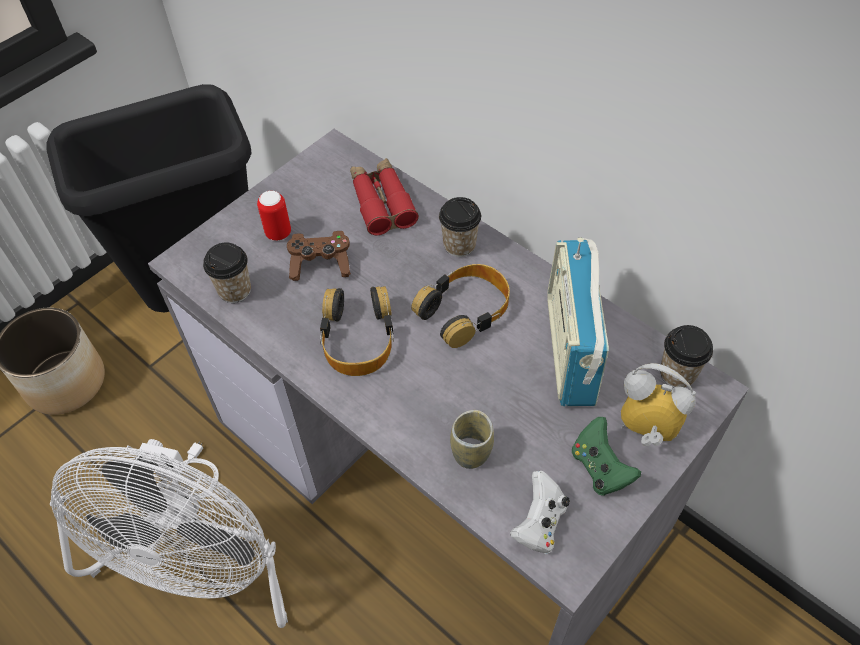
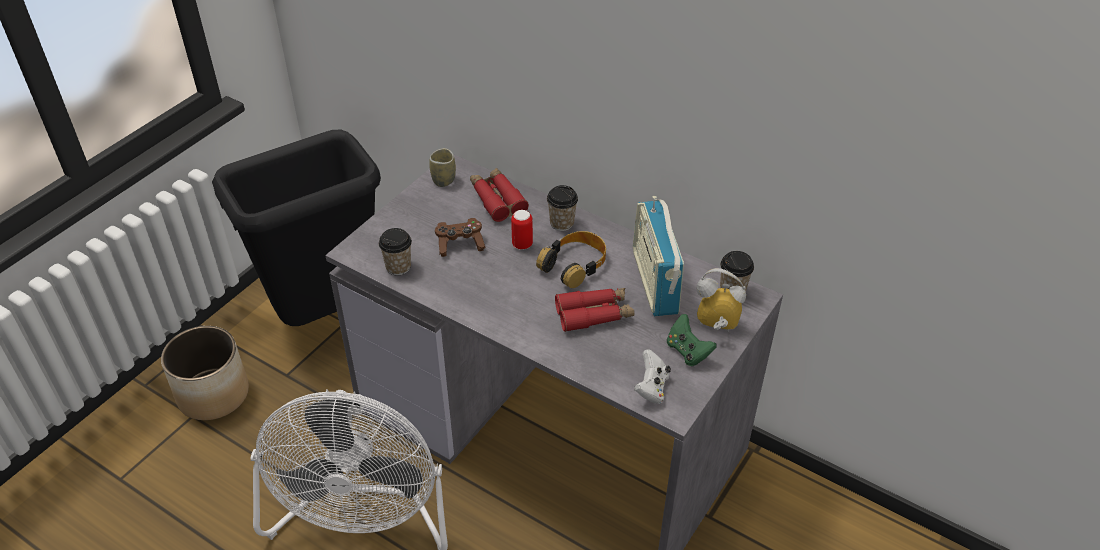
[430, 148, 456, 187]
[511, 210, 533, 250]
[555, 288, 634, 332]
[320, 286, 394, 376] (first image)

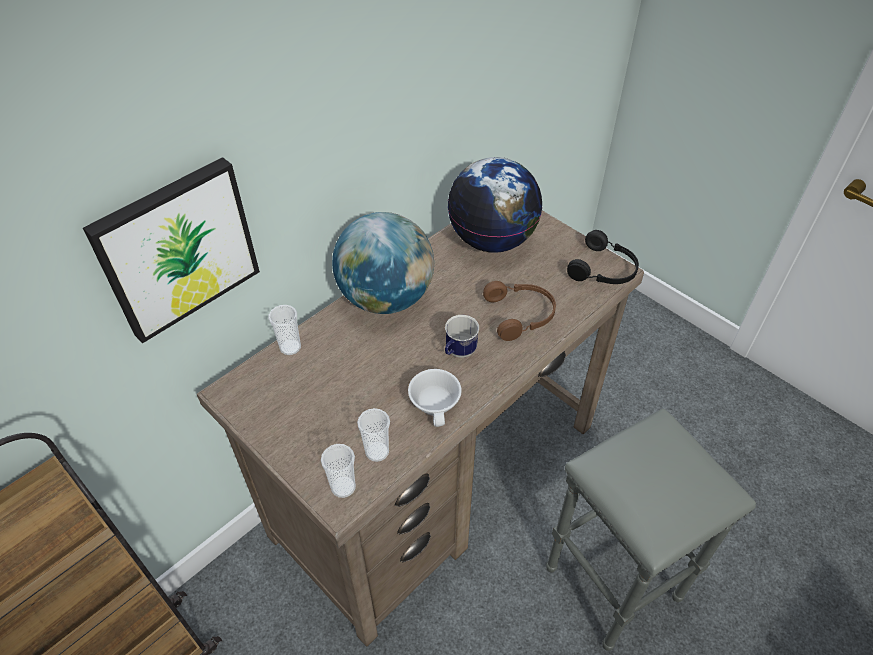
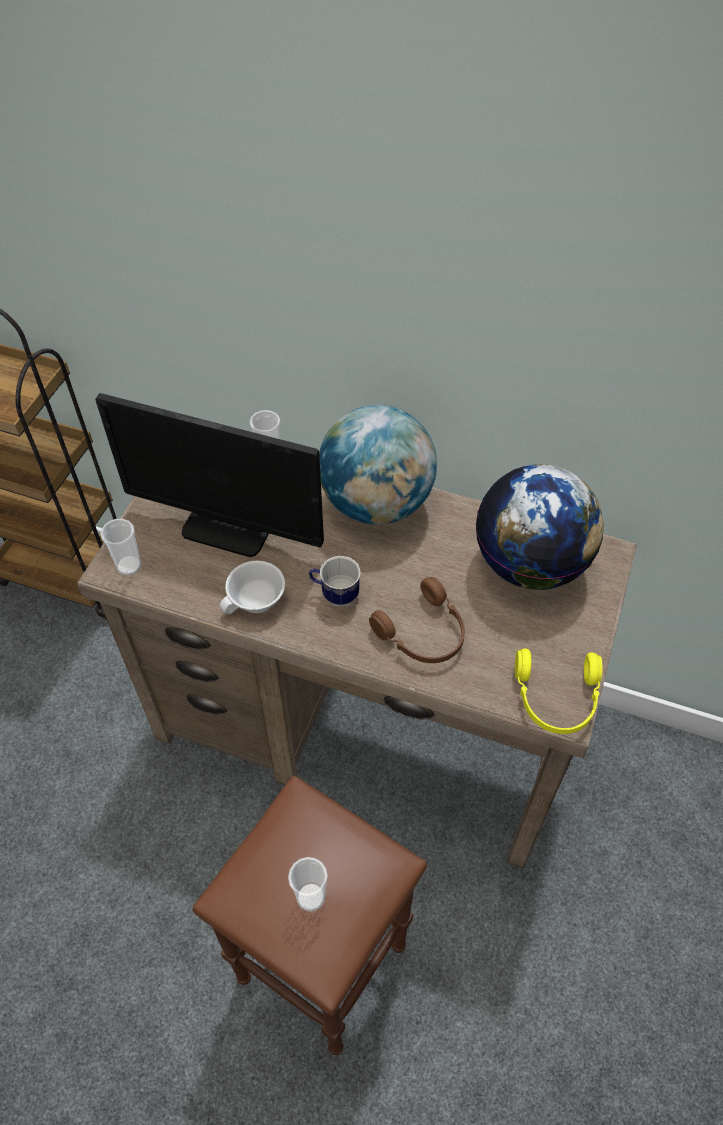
[95, 393, 324, 557]
[193, 776, 427, 1055]
[288, 857, 328, 912]
[515, 648, 602, 734]
[83, 157, 260, 343] (first image)

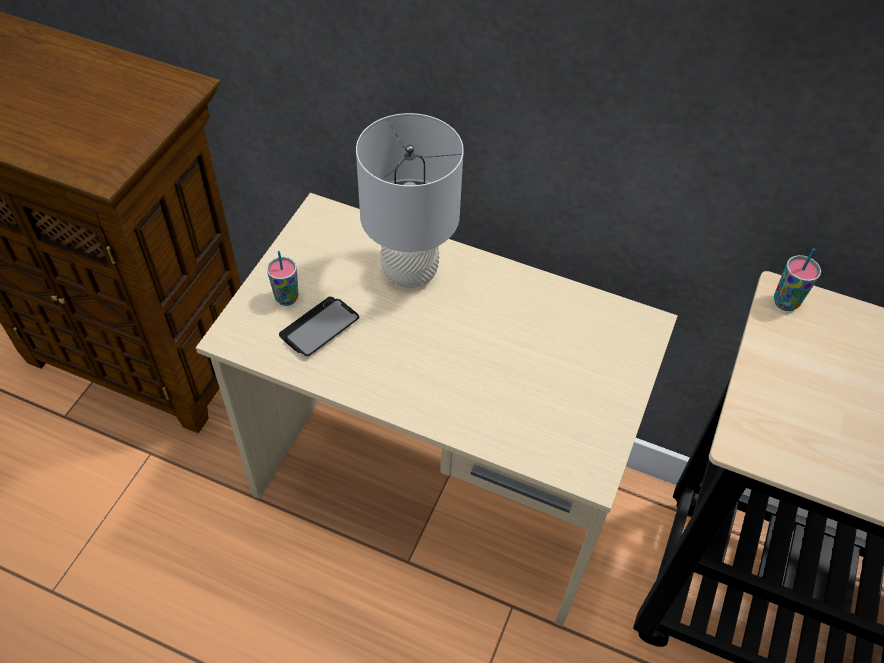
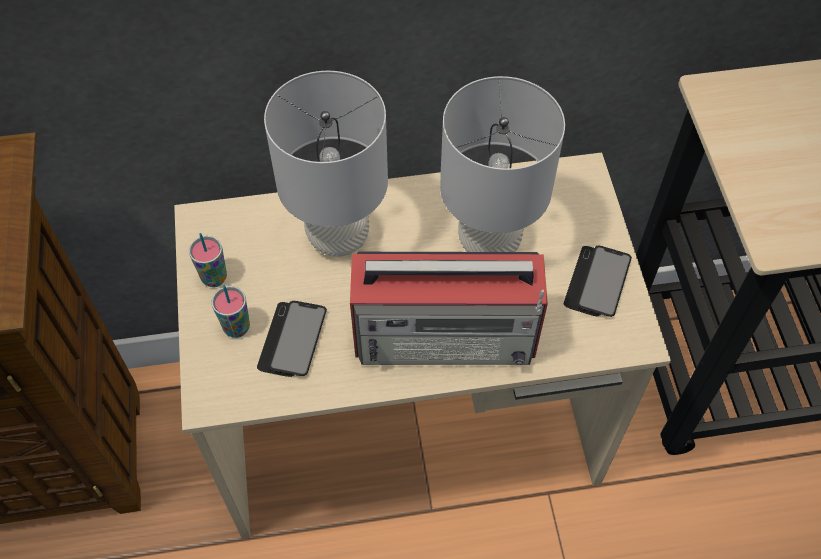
[189, 233, 227, 287]
[350, 252, 548, 365]
[440, 76, 565, 252]
[563, 246, 632, 317]

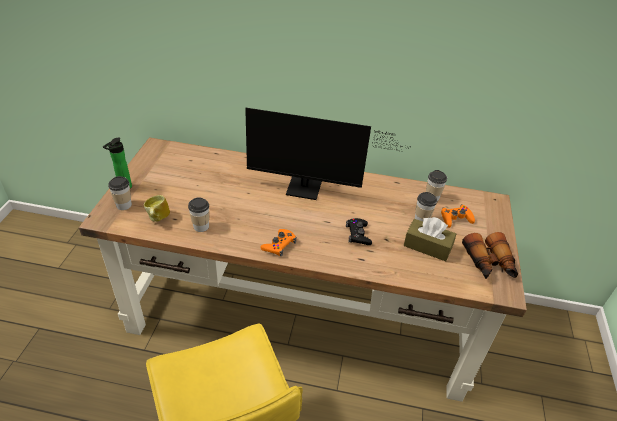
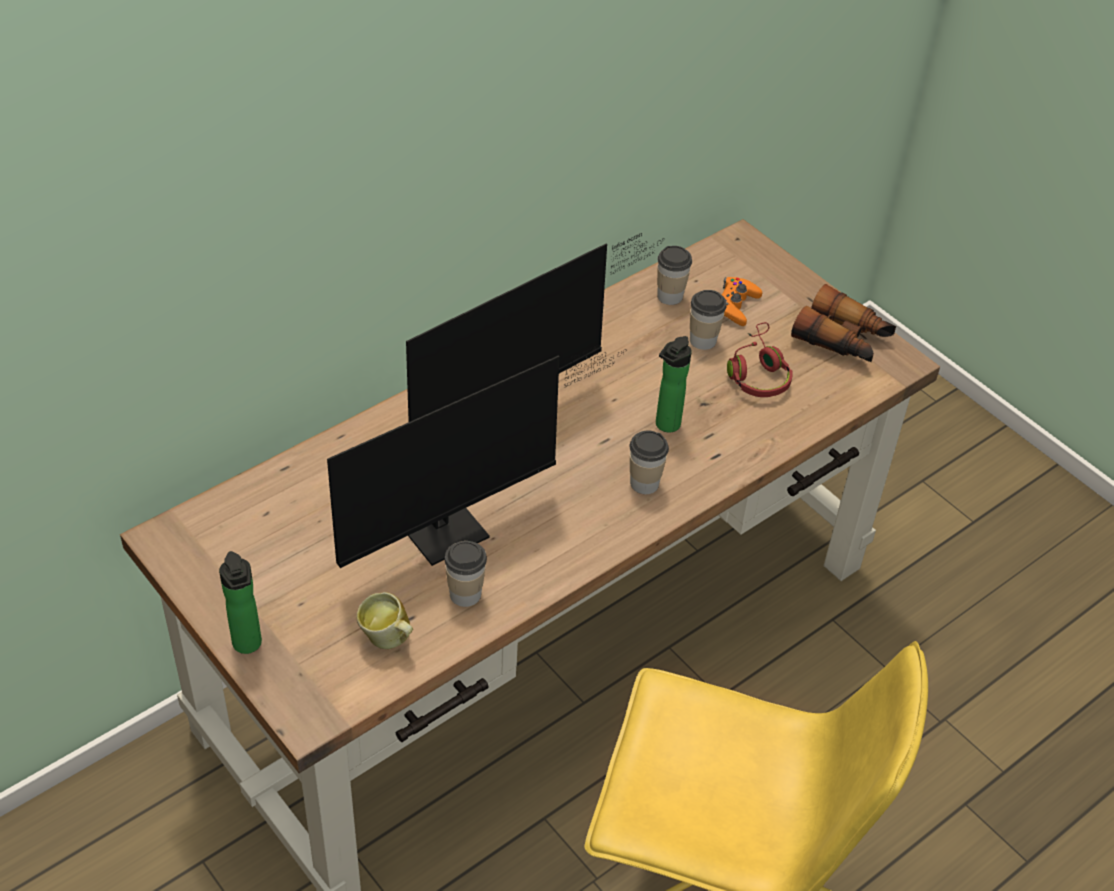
[327, 345, 626, 568]
[630, 430, 669, 494]
[656, 336, 692, 433]
[727, 322, 793, 397]
[261, 229, 297, 257] (first image)

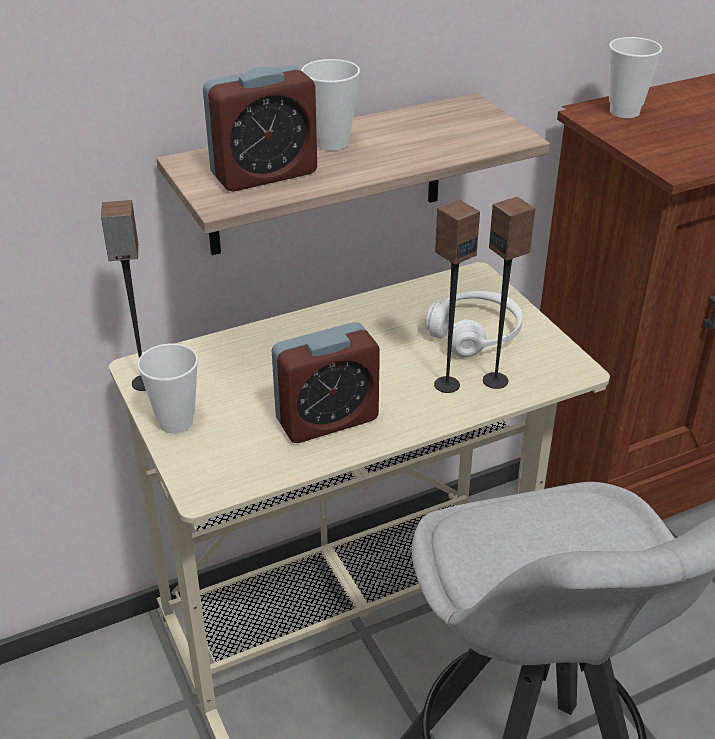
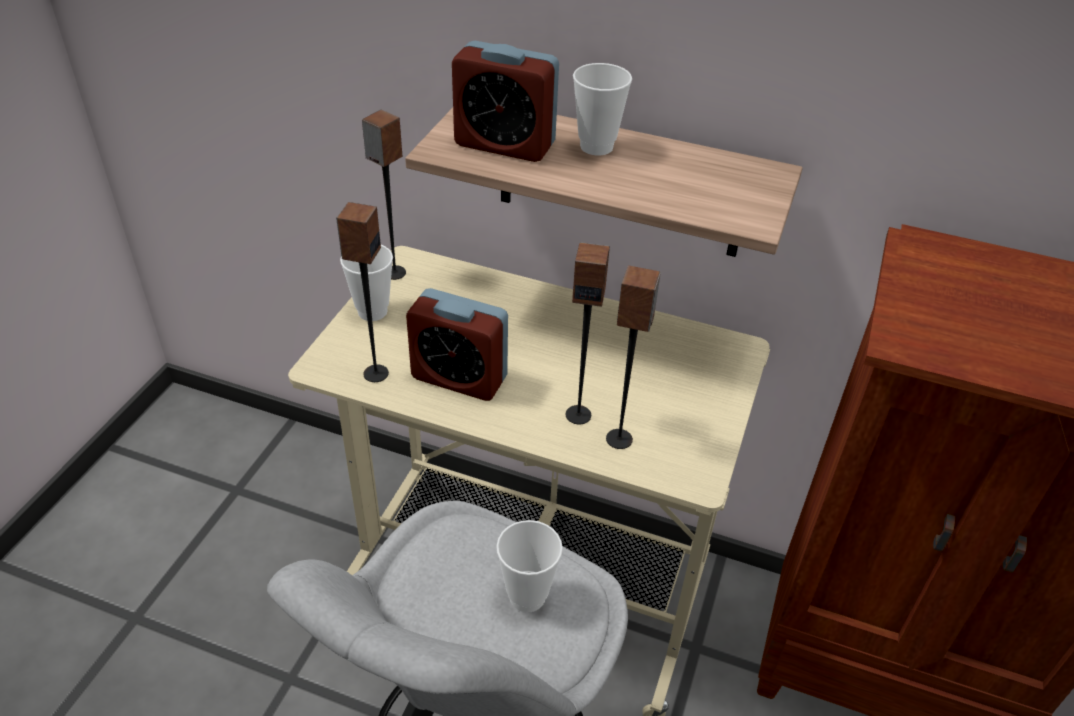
[336, 202, 389, 382]
[496, 520, 563, 612]
[425, 291, 522, 357] (first image)

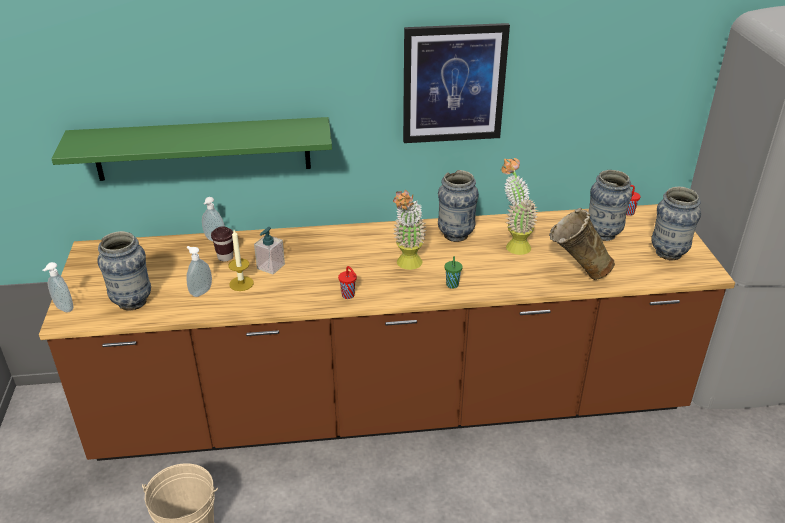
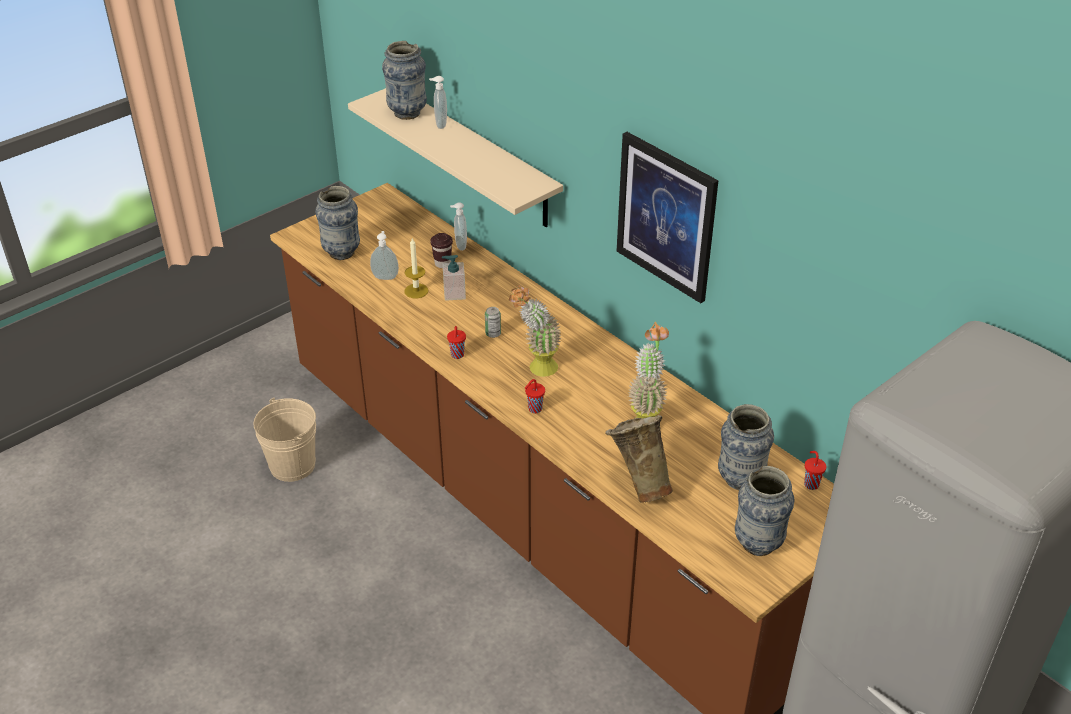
[348, 88, 563, 227]
[382, 41, 427, 120]
[429, 76, 447, 129]
[485, 307, 501, 338]
[525, 379, 545, 413]

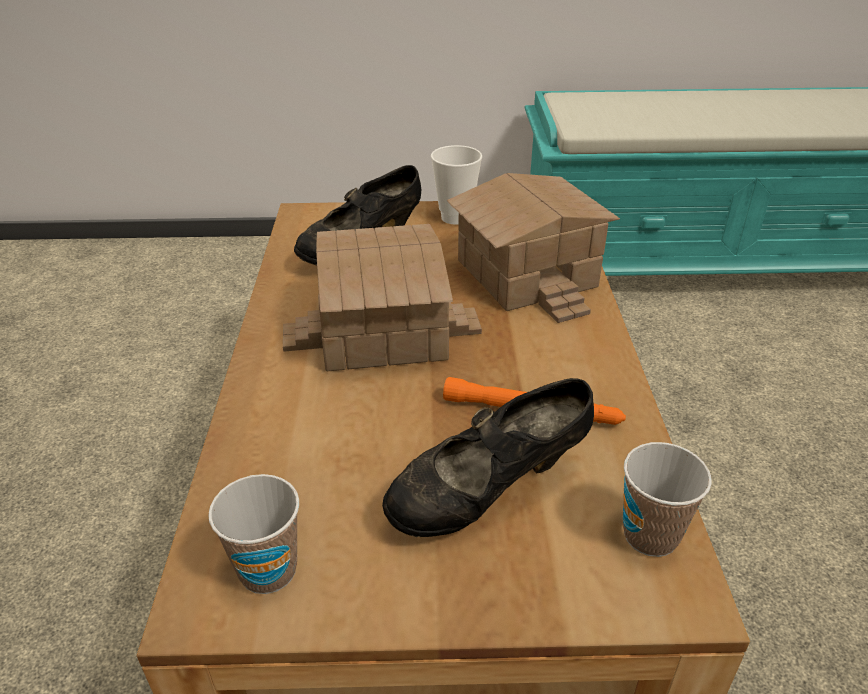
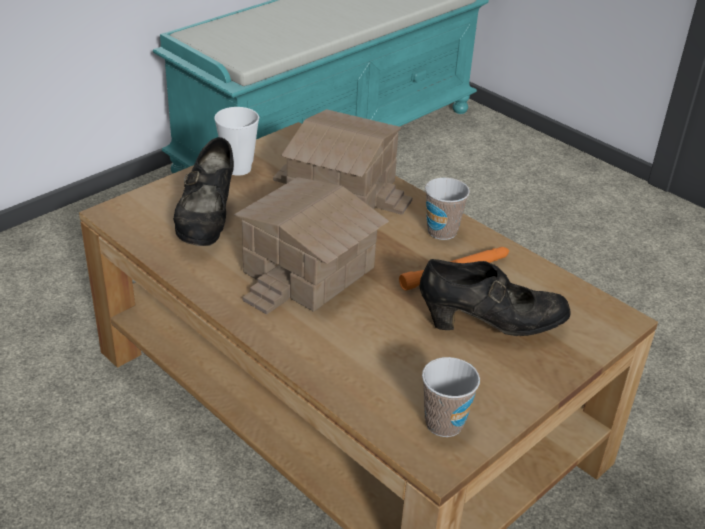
[419, 259, 571, 336]
[425, 178, 470, 240]

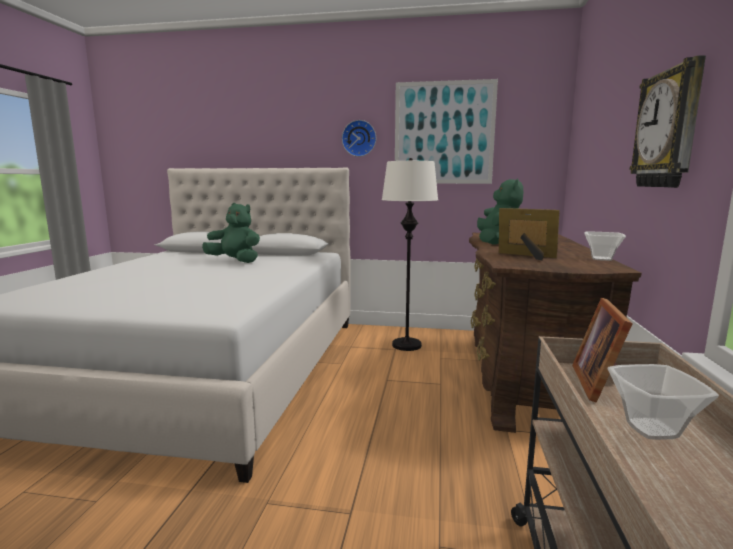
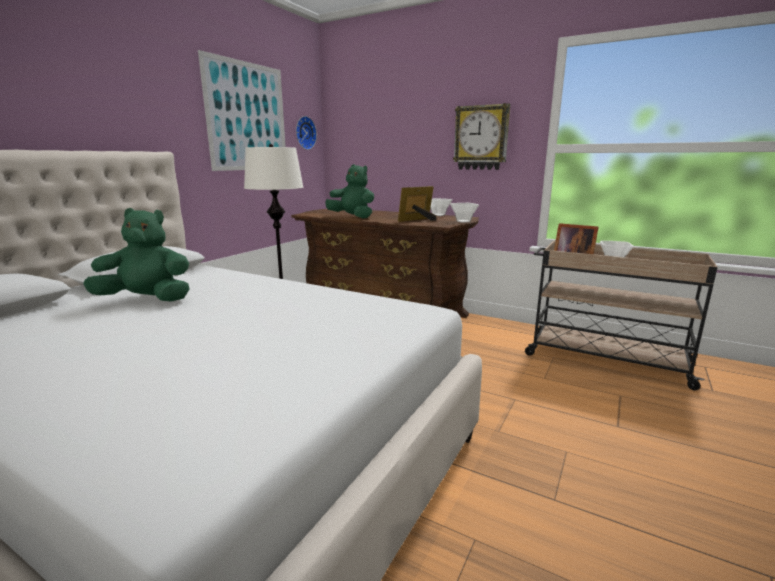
[83, 208, 190, 301]
[296, 116, 317, 150]
[450, 203, 479, 223]

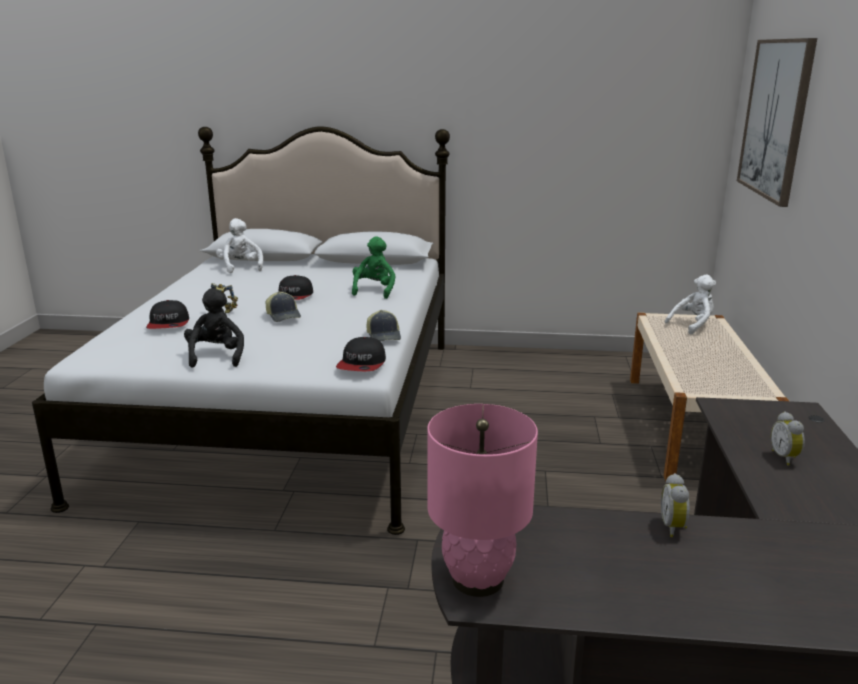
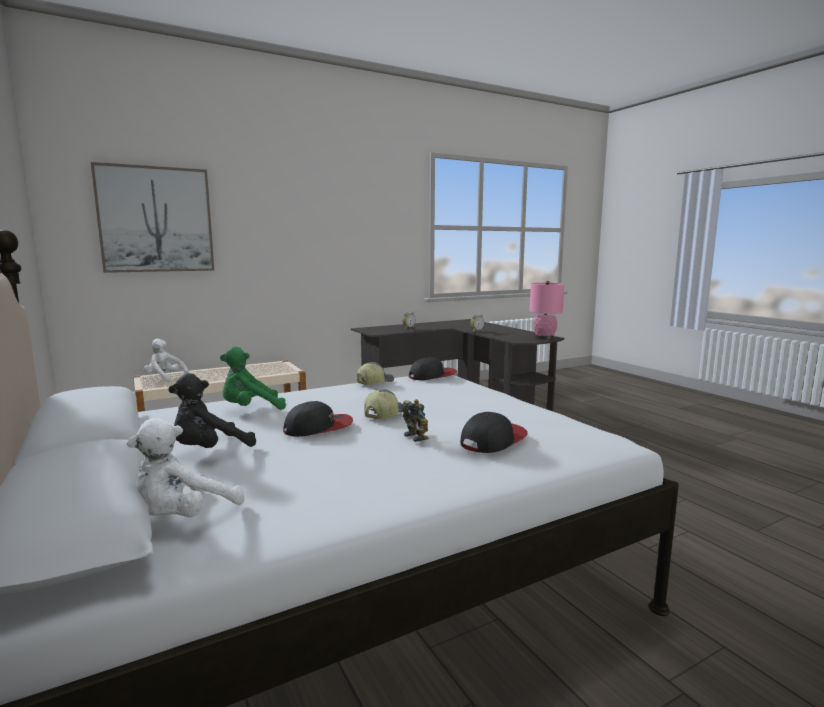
[168, 374, 256, 448]

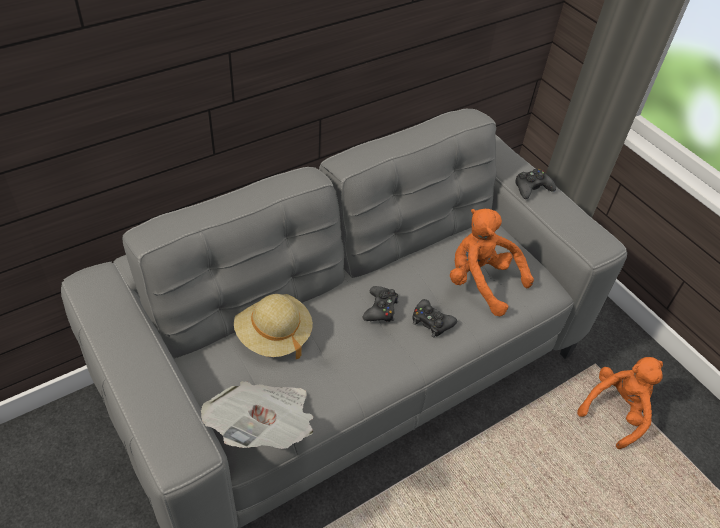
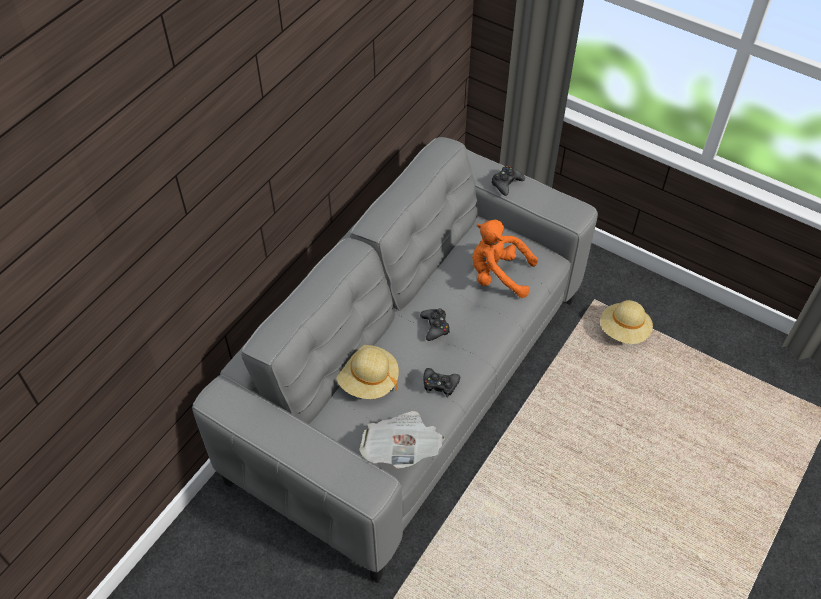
[424, 368, 460, 397]
[600, 300, 653, 344]

